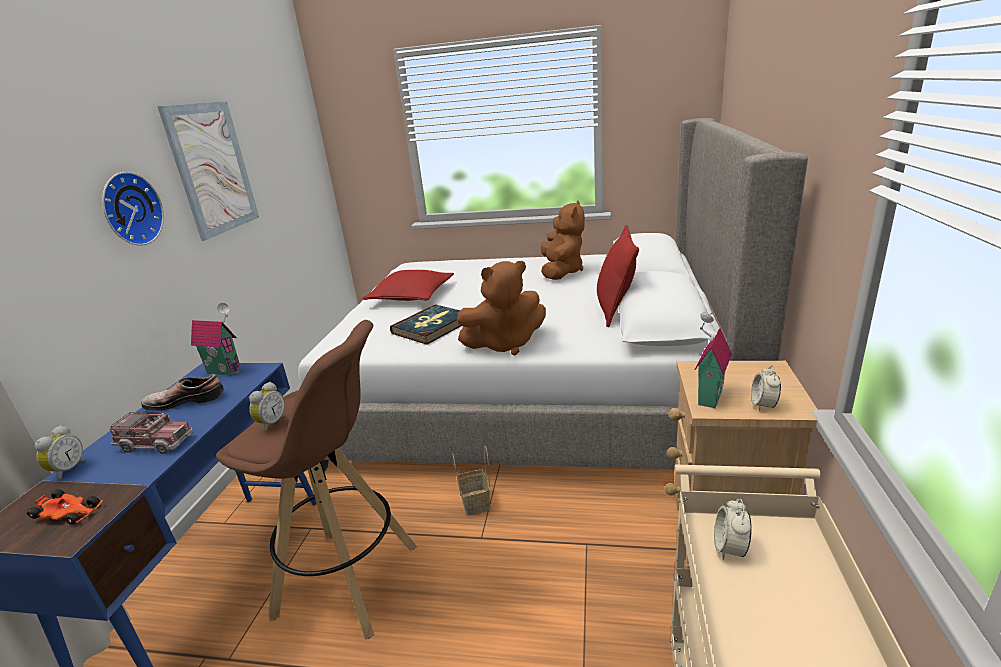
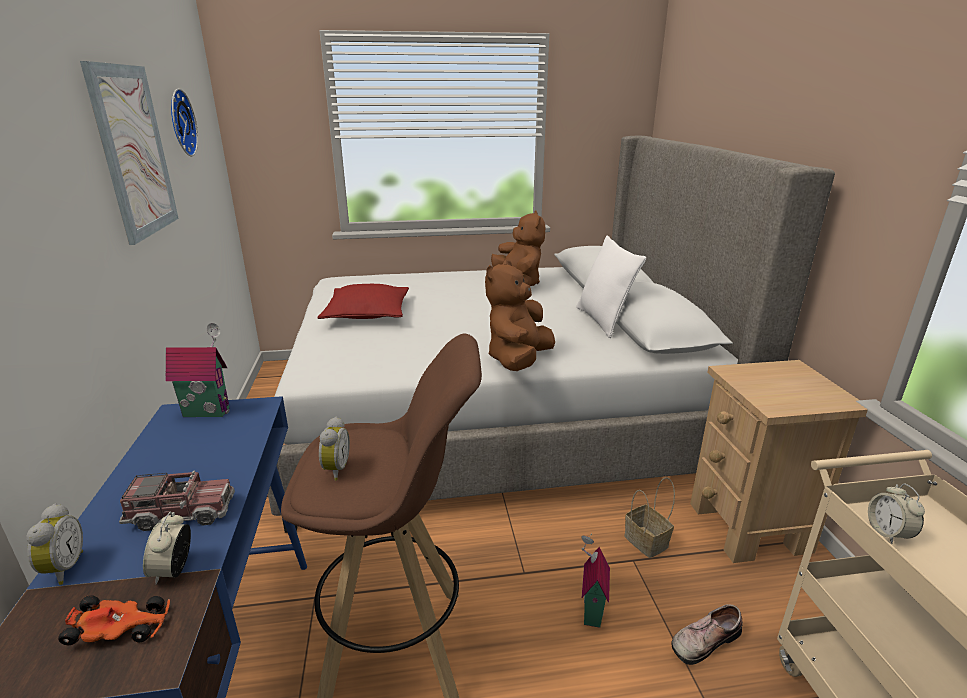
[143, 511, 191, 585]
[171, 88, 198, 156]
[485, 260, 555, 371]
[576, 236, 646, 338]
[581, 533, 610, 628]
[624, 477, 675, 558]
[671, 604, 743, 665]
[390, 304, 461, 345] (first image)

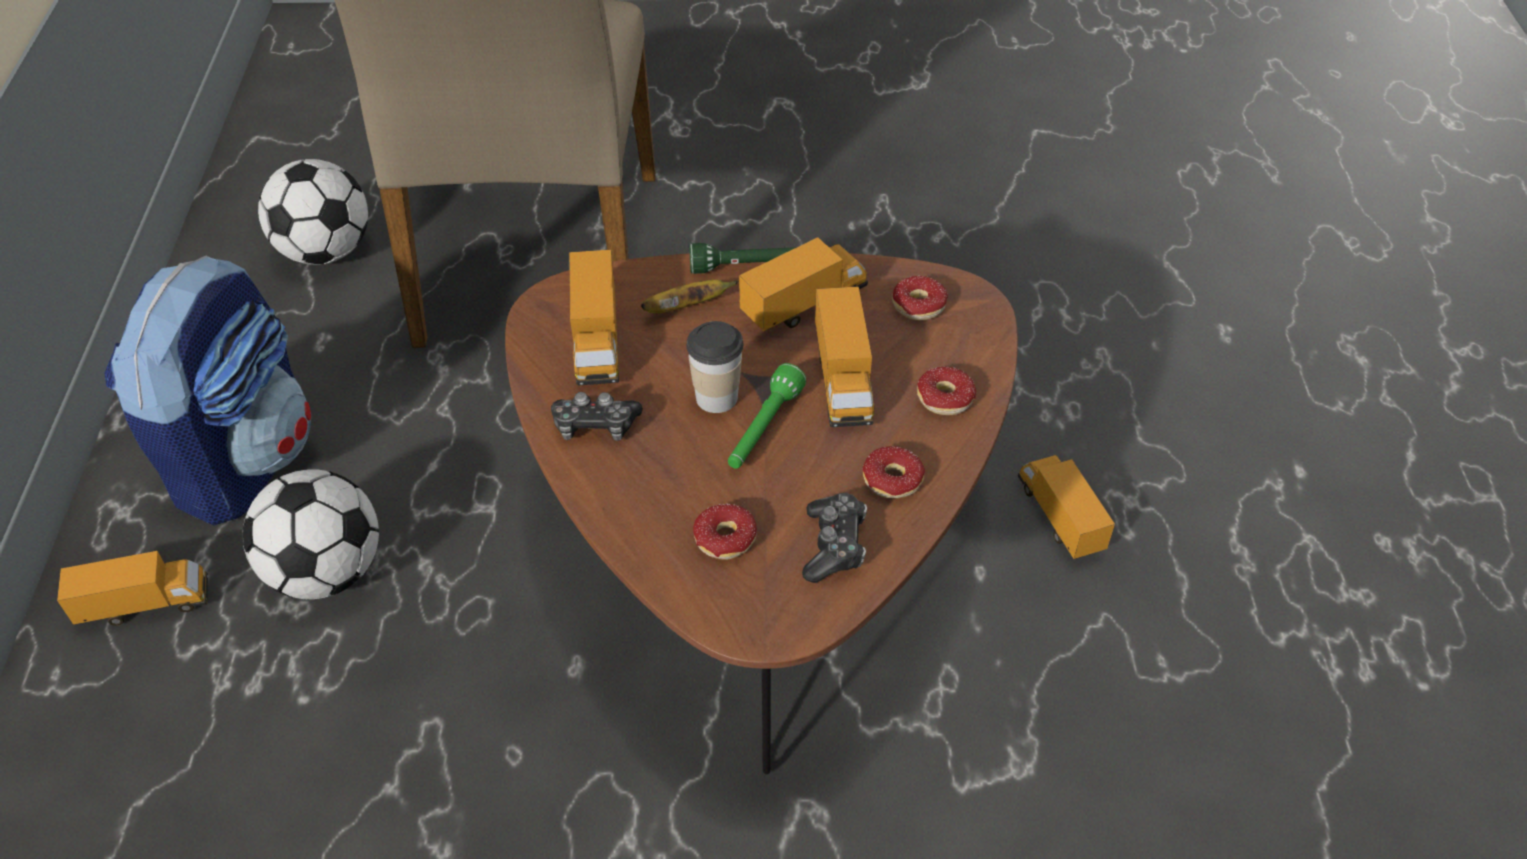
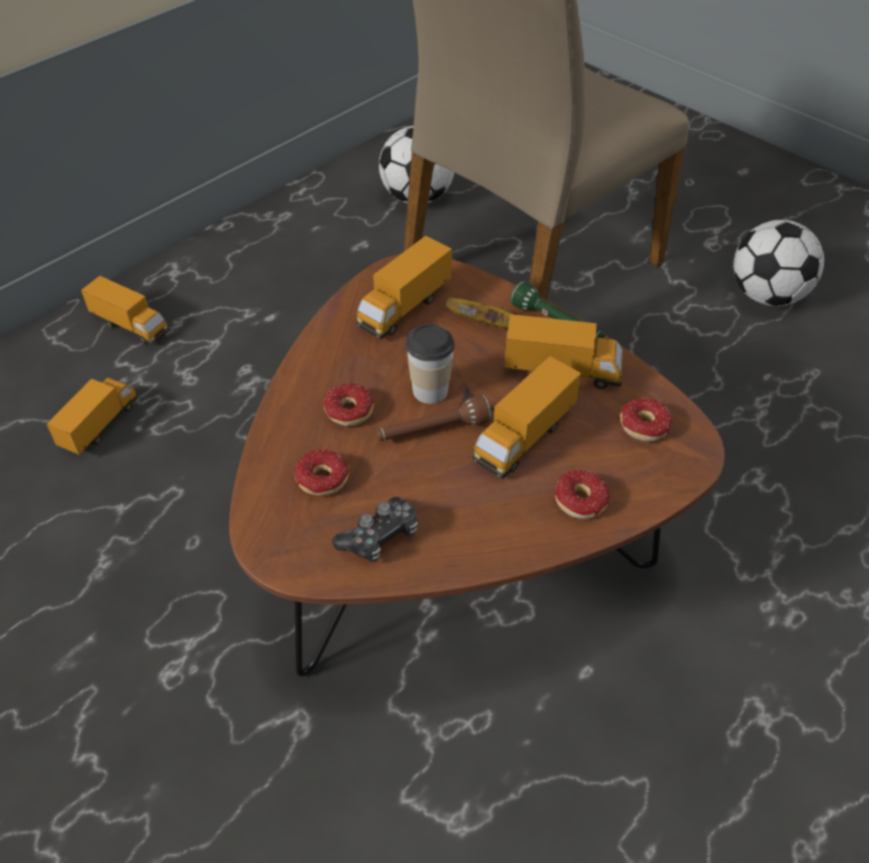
[46, 378, 139, 455]
[324, 384, 374, 426]
[376, 394, 492, 441]
[734, 220, 824, 306]
[104, 256, 311, 526] (first image)
[551, 392, 643, 441] (first image)

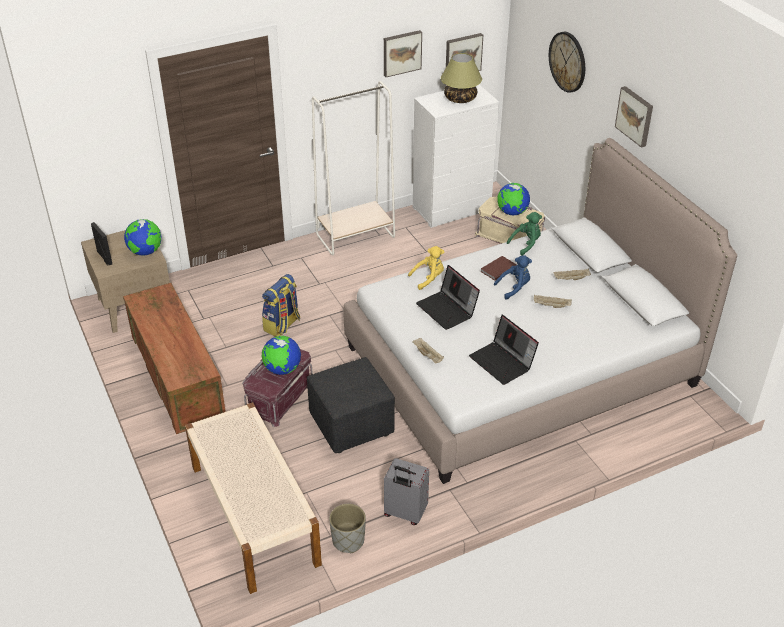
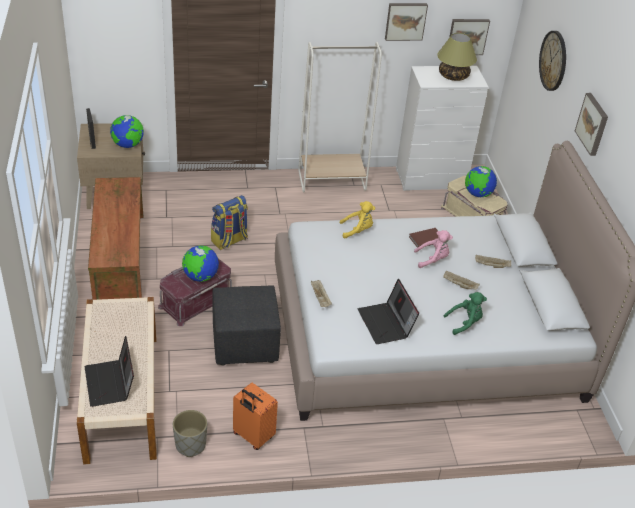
[84, 336, 134, 407]
[233, 383, 278, 450]
[414, 230, 453, 268]
[444, 292, 487, 335]

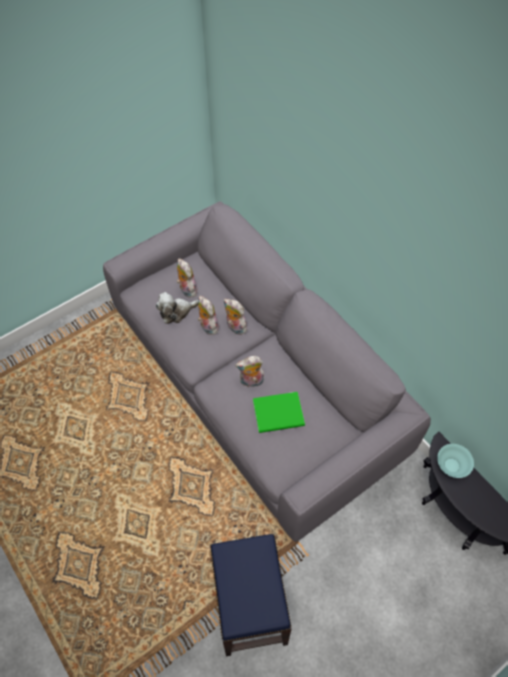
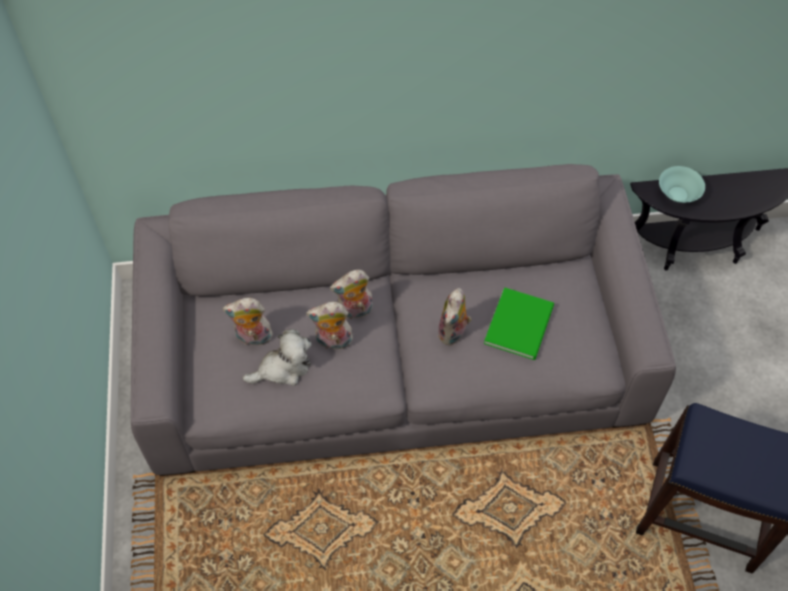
[243, 329, 312, 386]

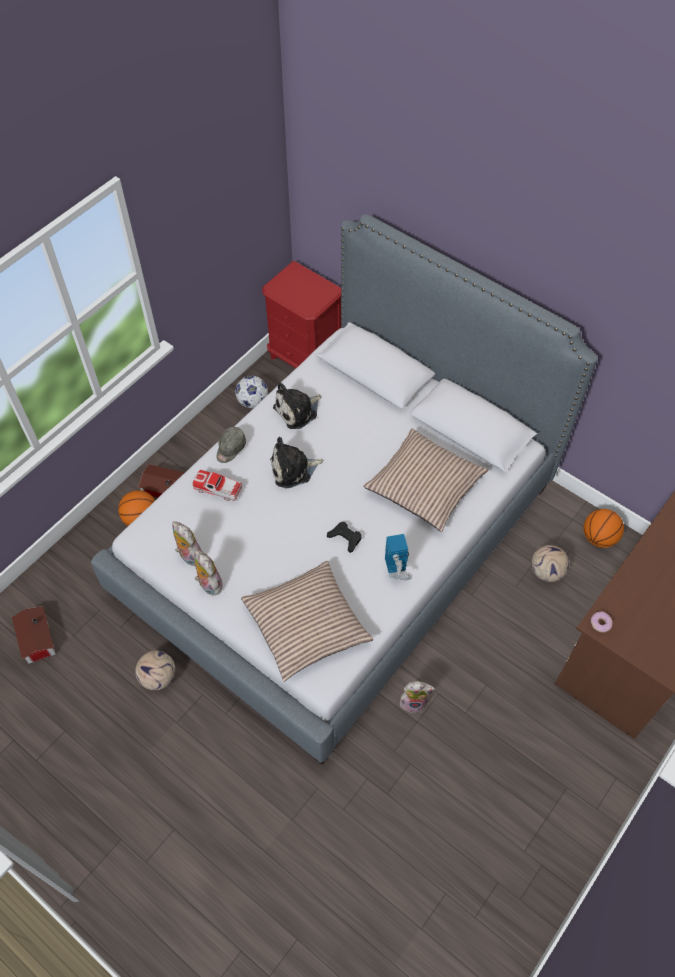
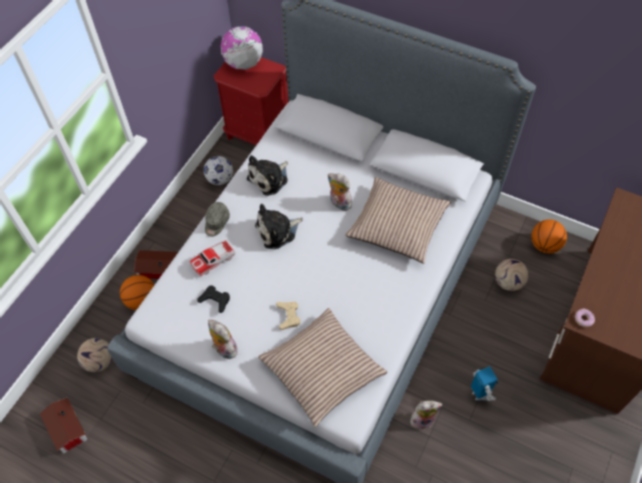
[77, 338, 112, 372]
[190, 240, 235, 276]
[197, 286, 230, 313]
[220, 26, 263, 70]
[276, 302, 301, 330]
[327, 173, 352, 211]
[471, 366, 498, 401]

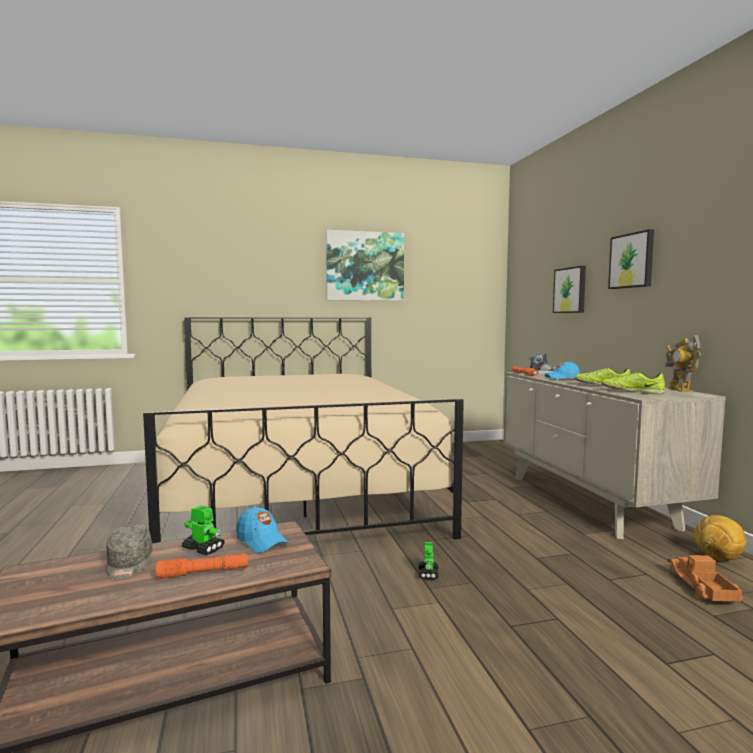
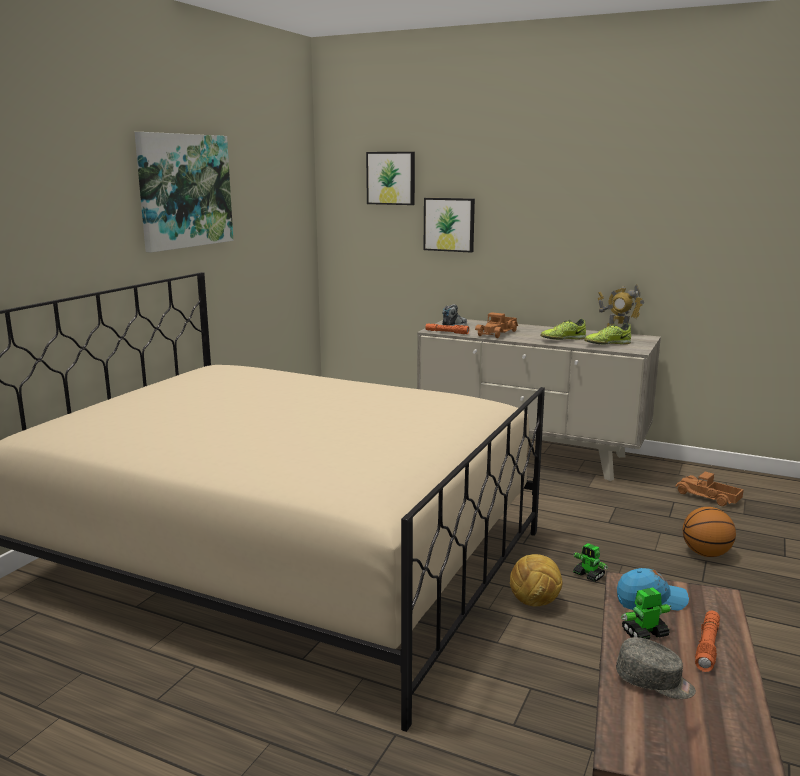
[366, 152, 415, 205]
[475, 312, 518, 338]
[510, 554, 562, 606]
[683, 507, 736, 557]

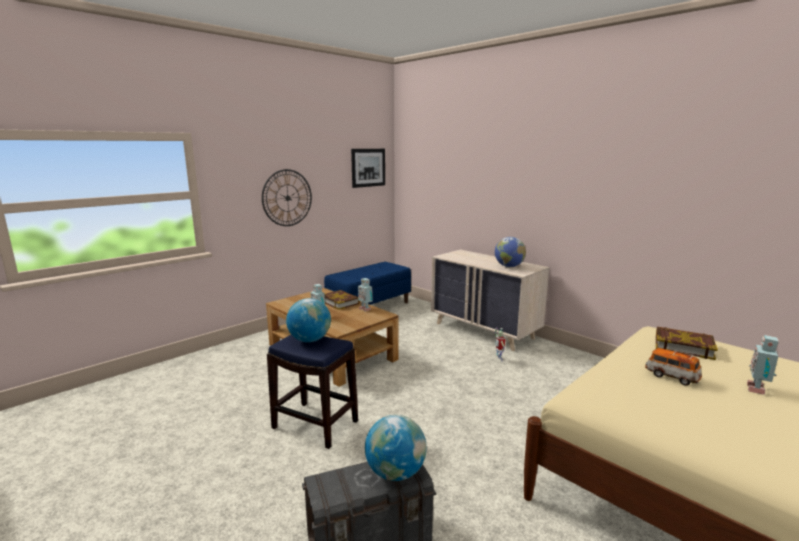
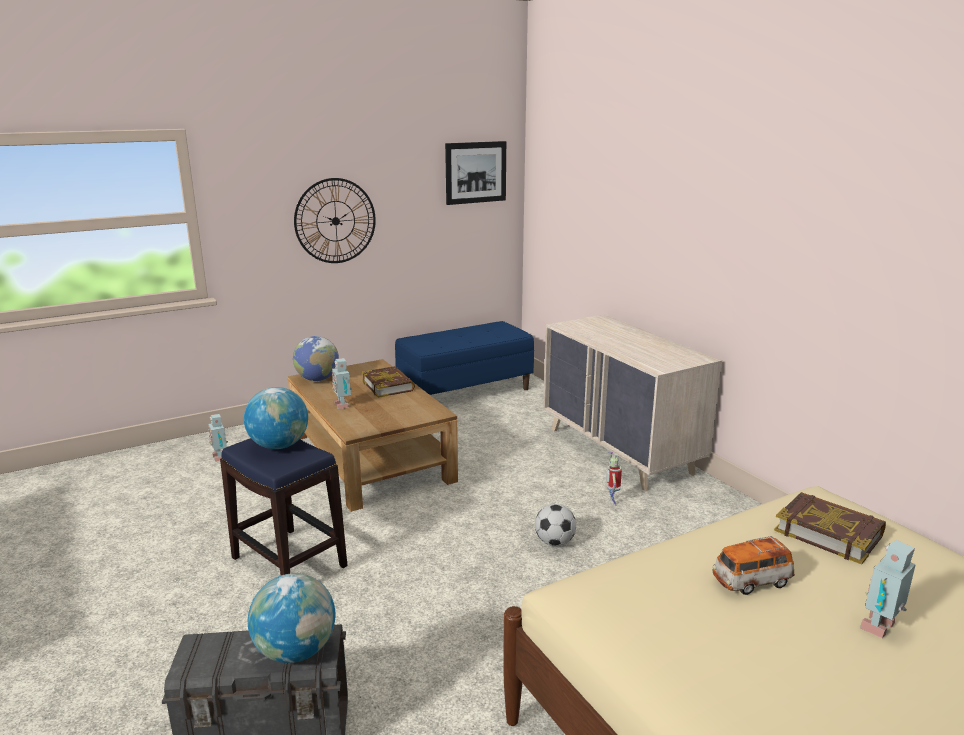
[208, 414, 228, 462]
[293, 336, 339, 381]
[535, 504, 576, 546]
[713, 536, 795, 595]

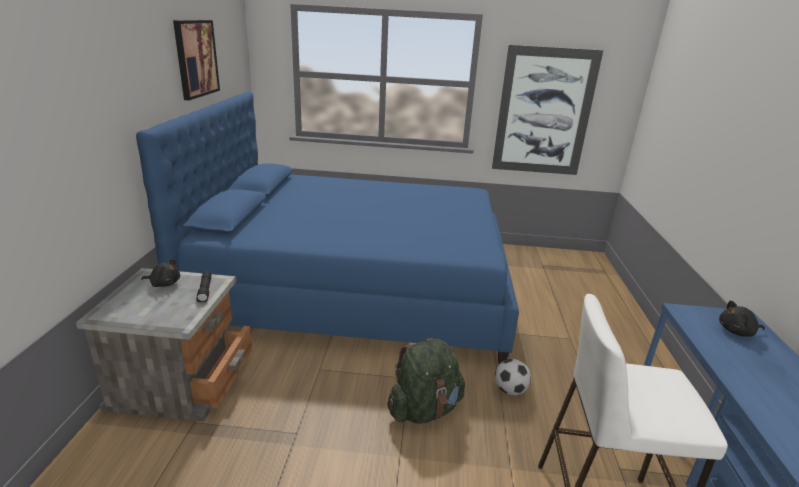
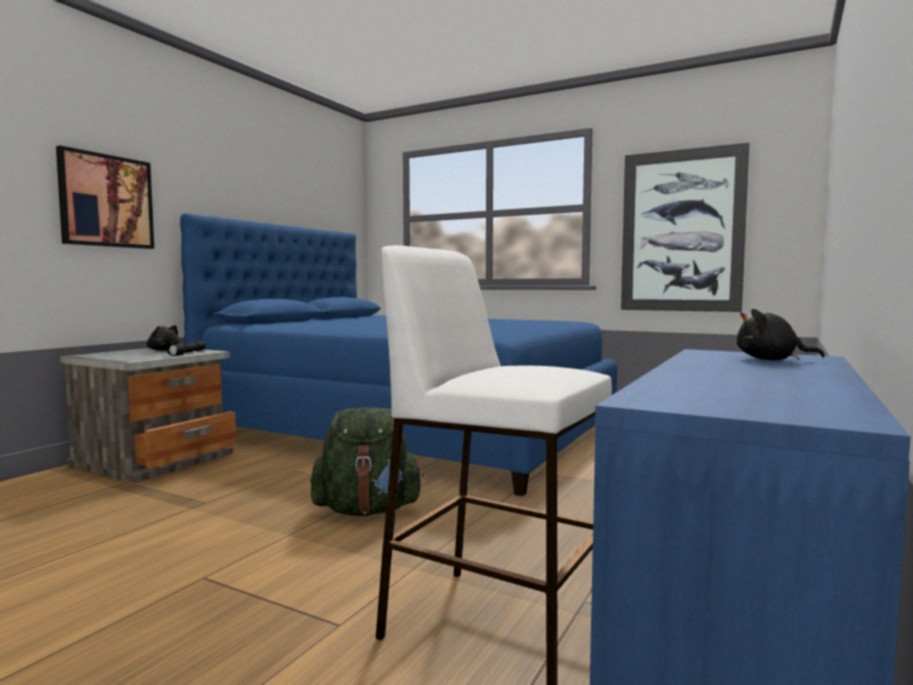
[56, 146, 154, 249]
[495, 359, 531, 395] (first image)

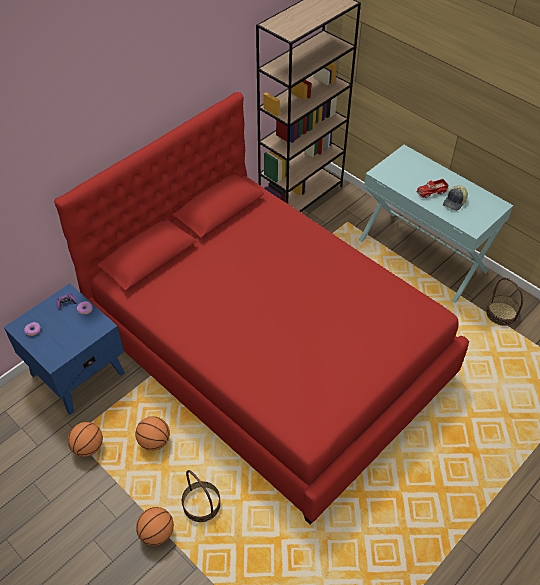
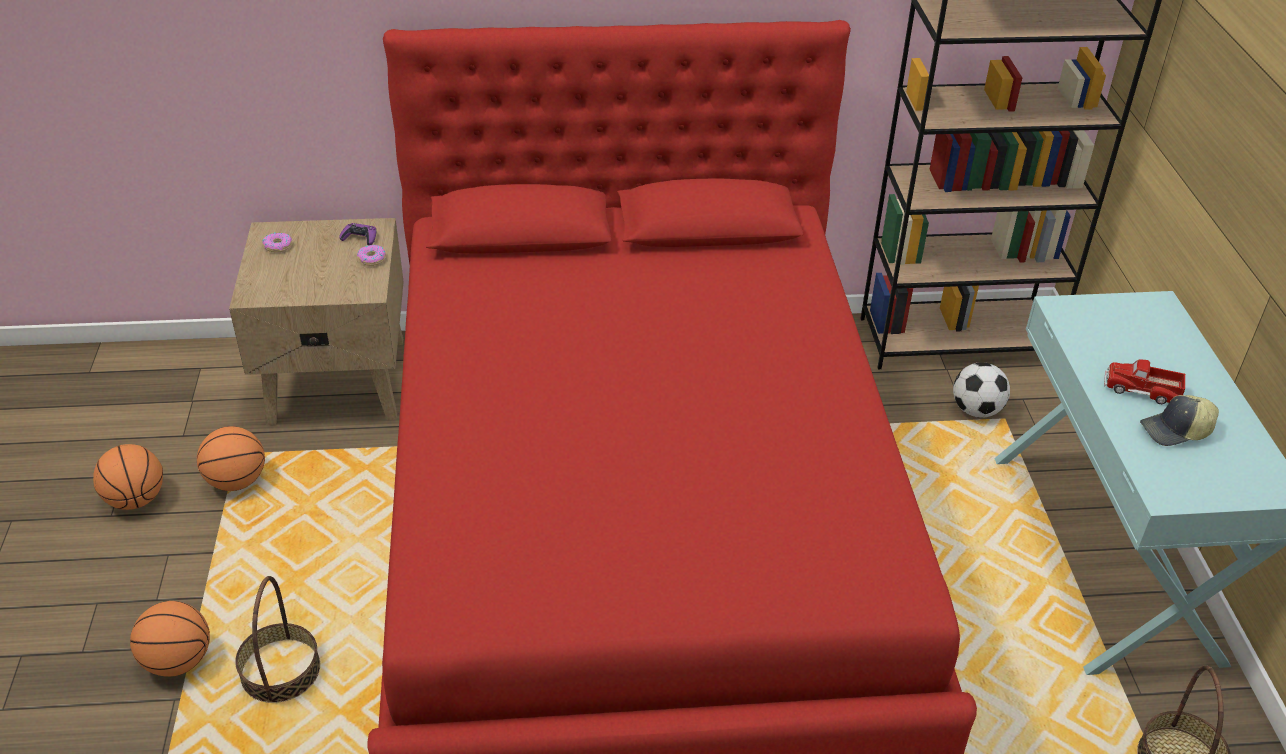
[93, 444, 163, 510]
[229, 218, 404, 425]
[953, 362, 1010, 418]

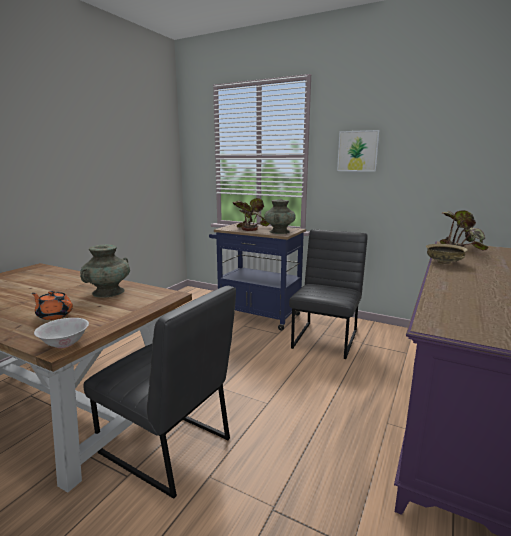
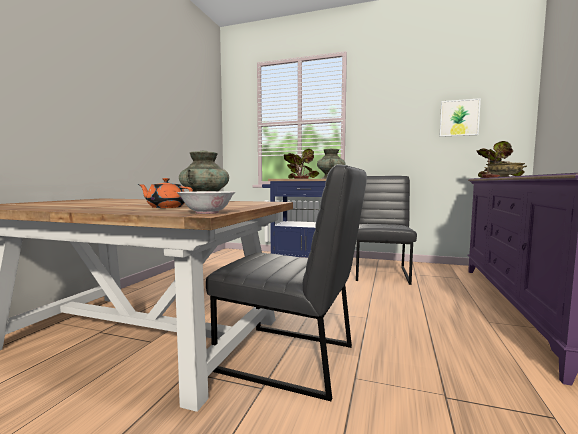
[439, 98, 481, 137]

